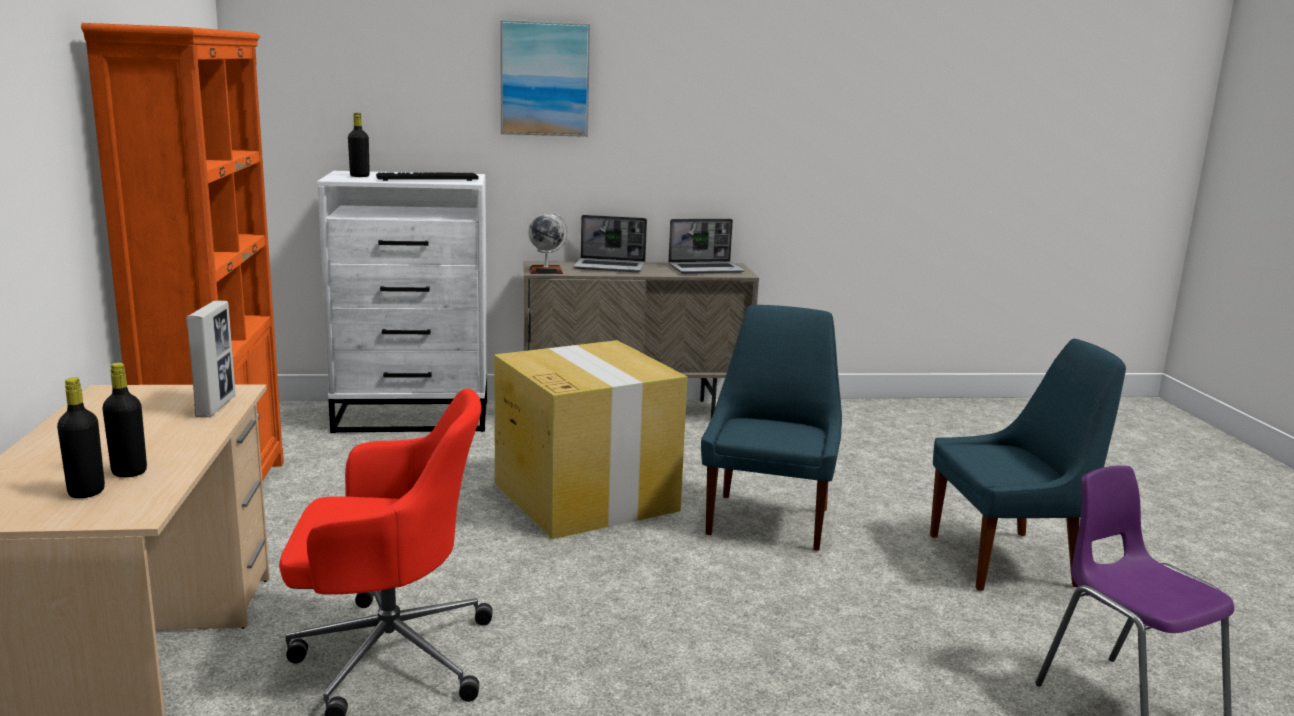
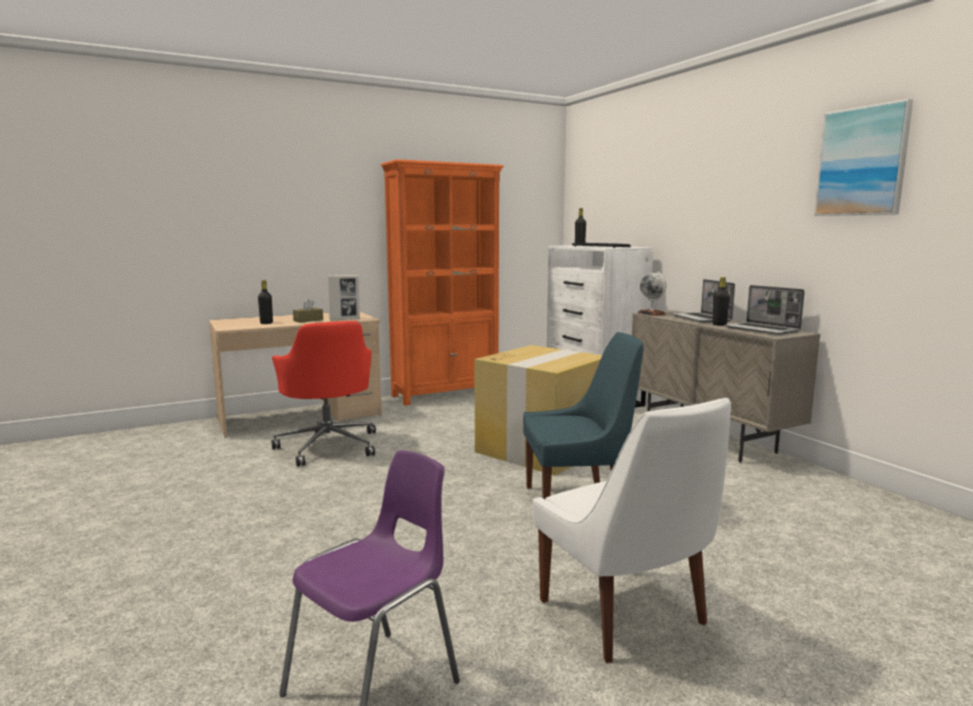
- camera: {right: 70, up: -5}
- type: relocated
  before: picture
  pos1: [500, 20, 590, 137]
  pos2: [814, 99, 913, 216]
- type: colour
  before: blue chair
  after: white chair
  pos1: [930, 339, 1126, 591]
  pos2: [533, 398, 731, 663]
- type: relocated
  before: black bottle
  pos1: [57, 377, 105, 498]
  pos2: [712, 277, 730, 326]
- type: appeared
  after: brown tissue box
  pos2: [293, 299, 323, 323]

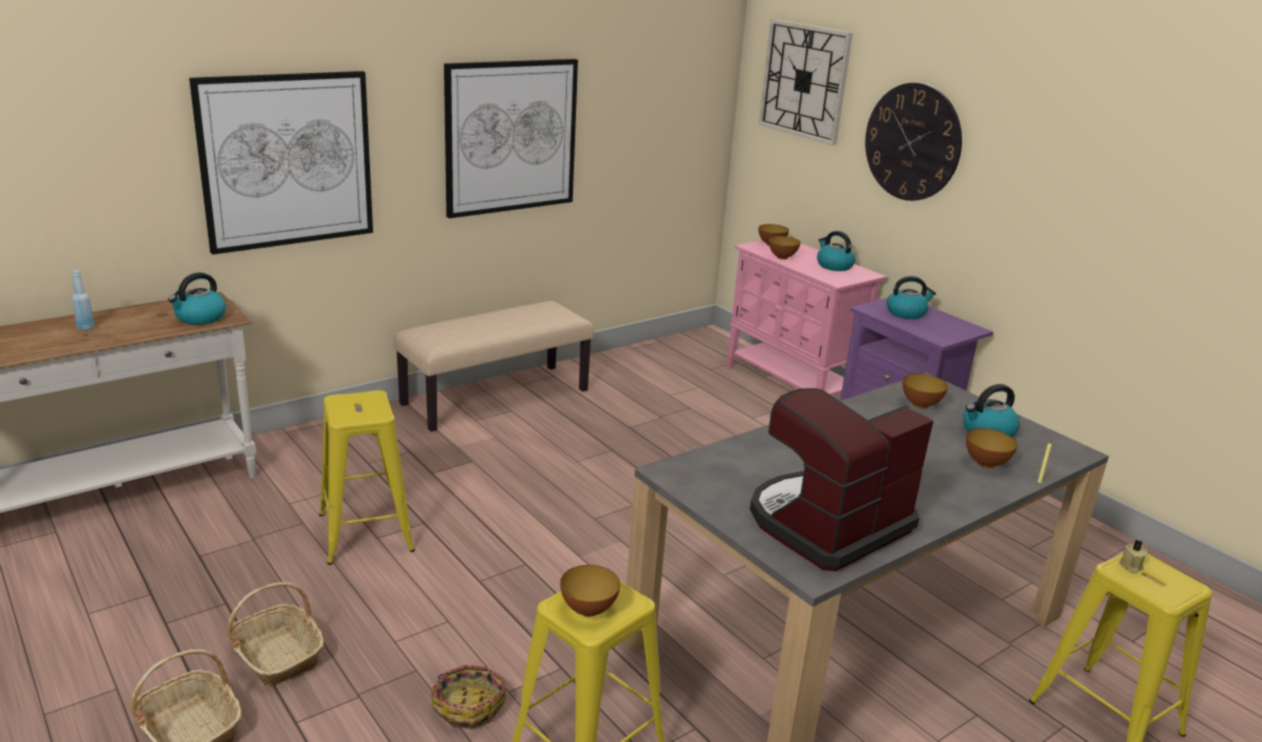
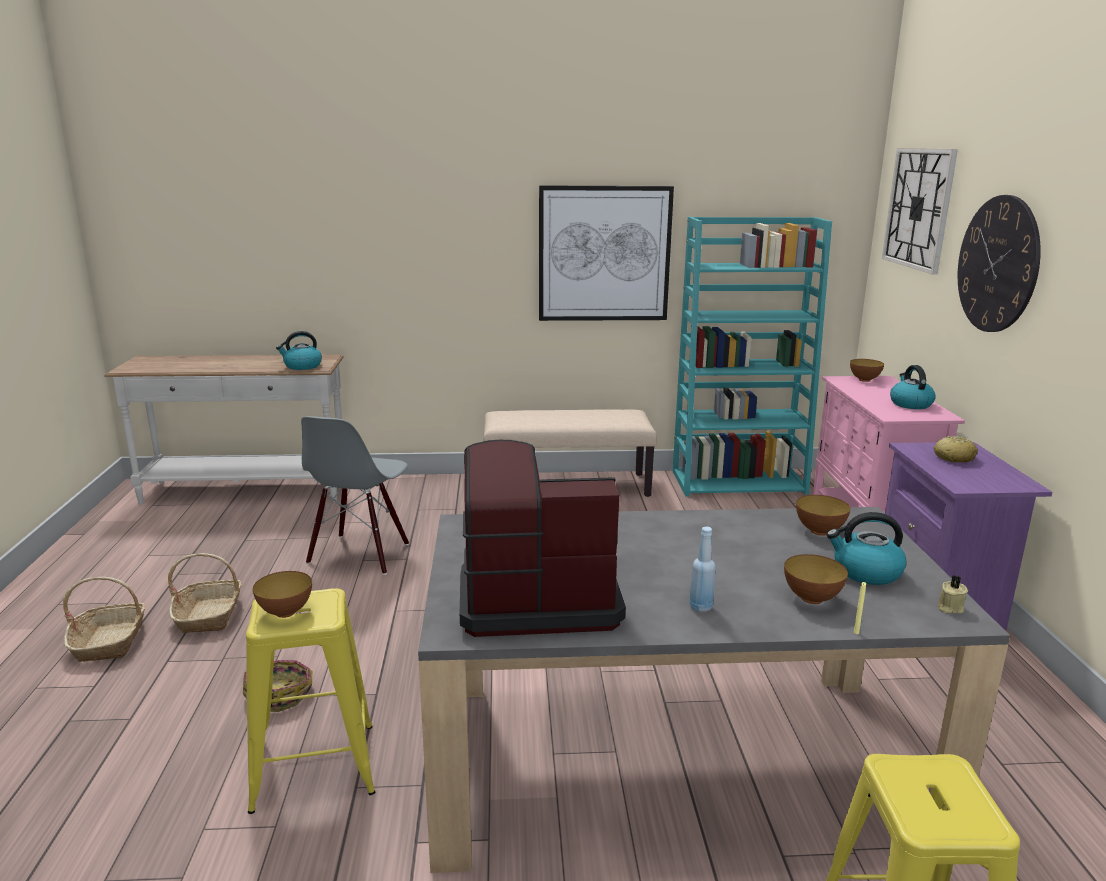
- camera: {right: 35, up: -5}
- type: missing
  before: picture
  pos1: [189, 71, 373, 255]
- type: missing
  before: bowl
  pos1: [769, 236, 800, 259]
- type: relocated
  before: blue bottle
  pos1: [72, 270, 95, 330]
  pos2: [689, 527, 716, 612]
- type: exchanged
  before: kettle
  after: bread
  pos1: [887, 276, 936, 319]
  pos2: [934, 436, 978, 462]
- type: exchanged
  before: yellow stool
  after: grey chair
  pos1: [319, 390, 415, 565]
  pos2: [301, 416, 409, 575]
- type: relocated
  before: beige candle
  pos1: [1119, 540, 1148, 573]
  pos2: [938, 575, 968, 614]
- type: appeared
  after: turquoise bookcase
  pos2: [673, 217, 832, 497]

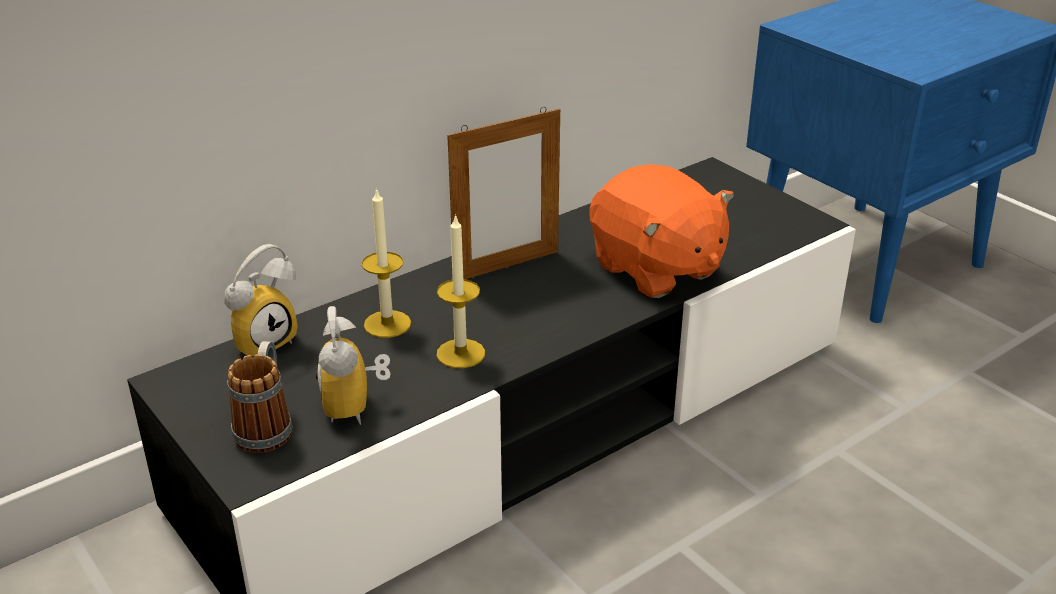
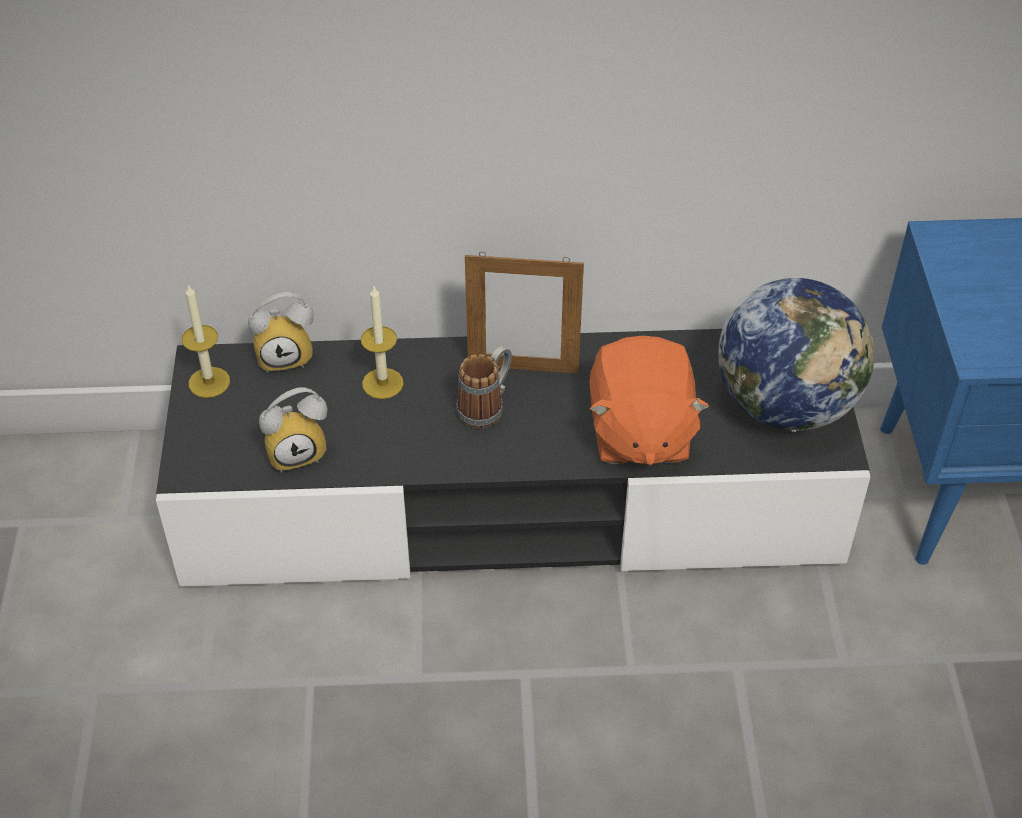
- camera: {right: 35, up: 15}
- type: relocated
  before: candle
  pos1: [436, 214, 485, 368]
  pos2: [182, 284, 230, 398]
- type: spun
  before: alarm clock
  pos1: [316, 306, 390, 425]
  pos2: [259, 387, 327, 472]
  turn: -135
- type: relocated
  before: mug
  pos1: [227, 341, 293, 453]
  pos2: [456, 346, 512, 428]
- type: appeared
  after: globe
  pos2: [718, 278, 874, 432]

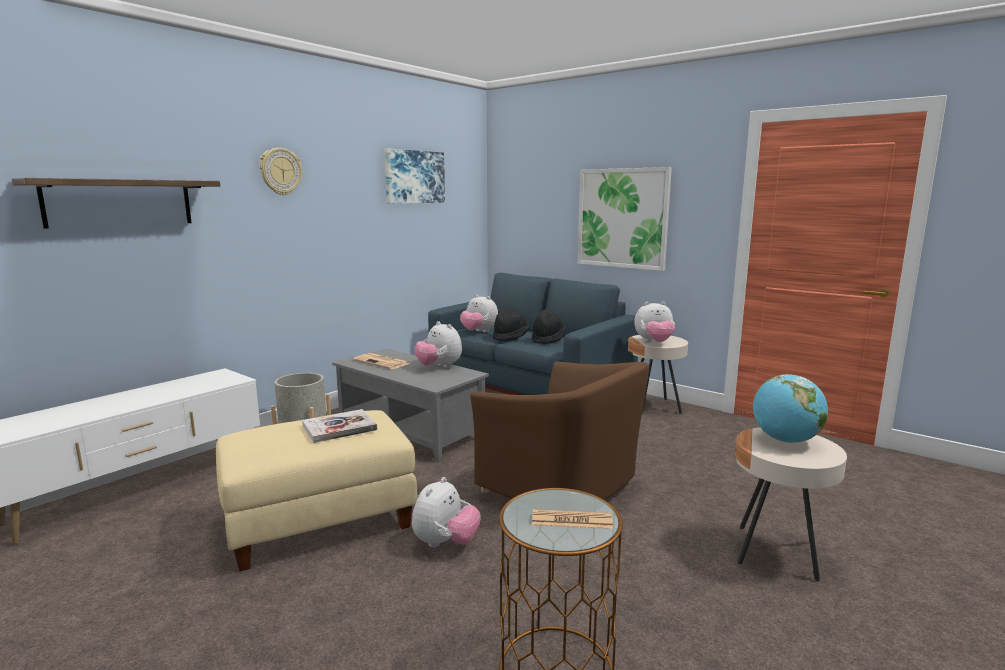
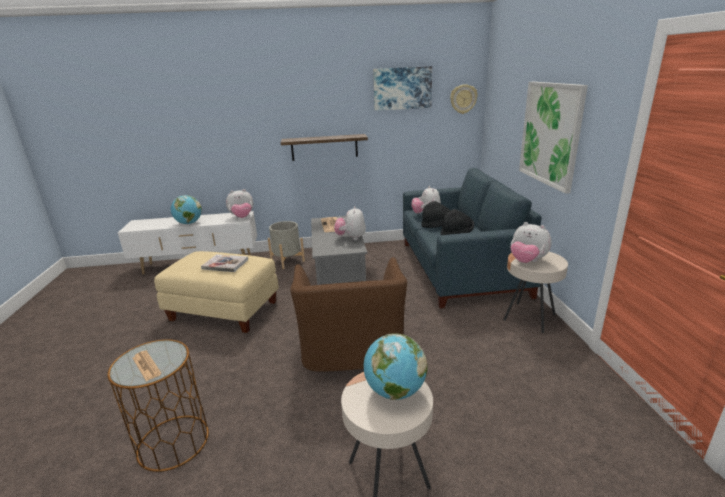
- camera: {right: 45, up: 10}
- type: relocated
  before: wall clock
  pos1: [259, 148, 302, 195]
  pos2: [450, 84, 478, 114]
- type: relocated
  before: shelf
  pos1: [12, 178, 220, 229]
  pos2: [281, 134, 368, 161]
- type: relocated
  before: plush toy
  pos1: [412, 477, 481, 548]
  pos2: [226, 189, 253, 218]
- type: appeared
  after: globe
  pos2: [171, 195, 202, 224]

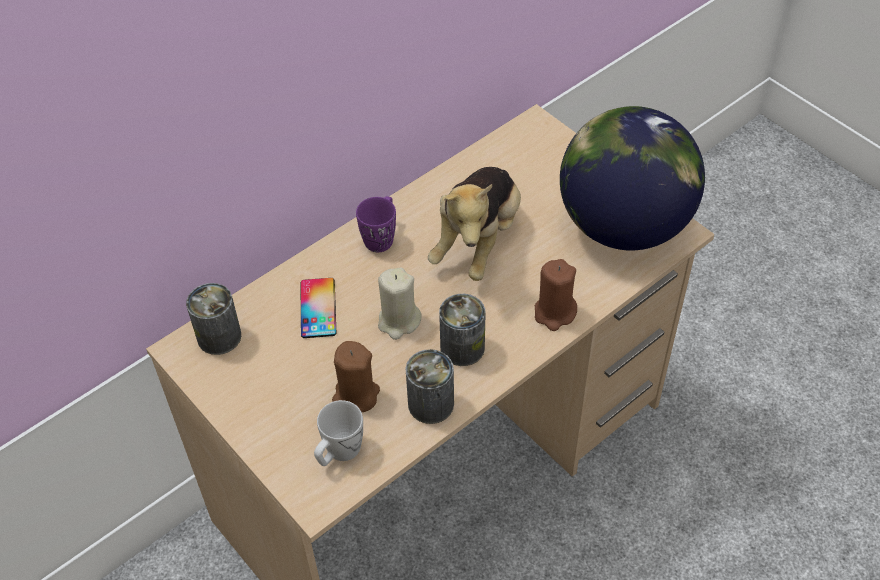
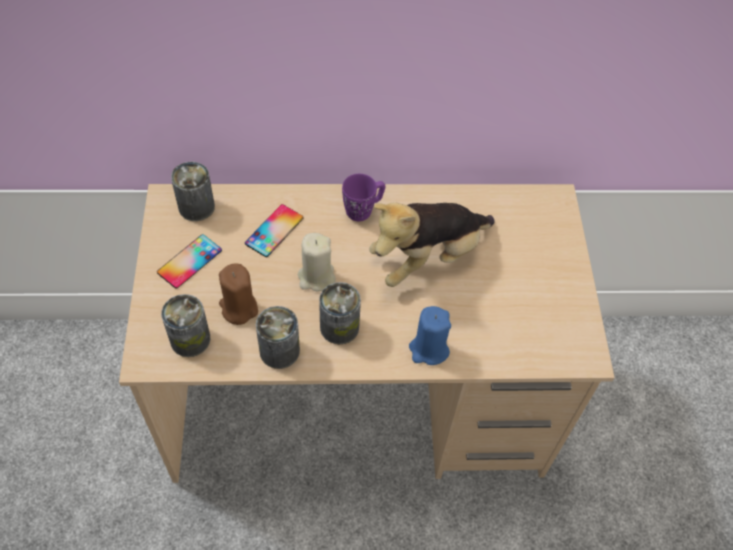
- camera: {right: 35, up: 5}
- type: missing
  before: globe
  pos1: [560, 106, 705, 250]
- type: colour
  before: brown candle
  after: blue candle
  pos1: [535, 259, 577, 331]
  pos2: [409, 306, 451, 365]
- type: exchanged
  before: white mug
  after: can
  pos1: [314, 400, 363, 466]
  pos2: [161, 294, 210, 357]
- type: appeared
  after: phone
  pos2: [157, 234, 222, 289]

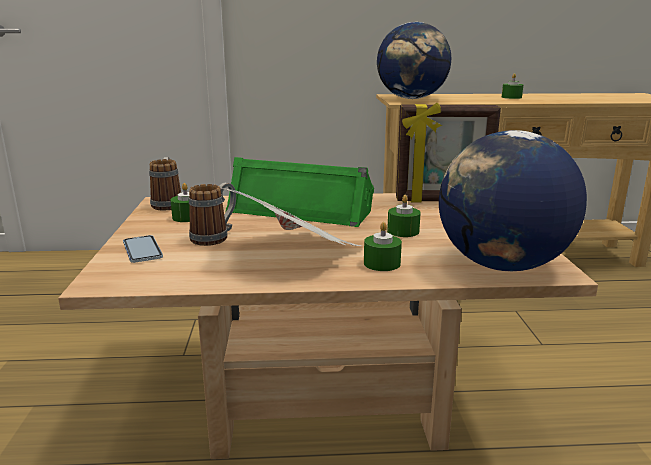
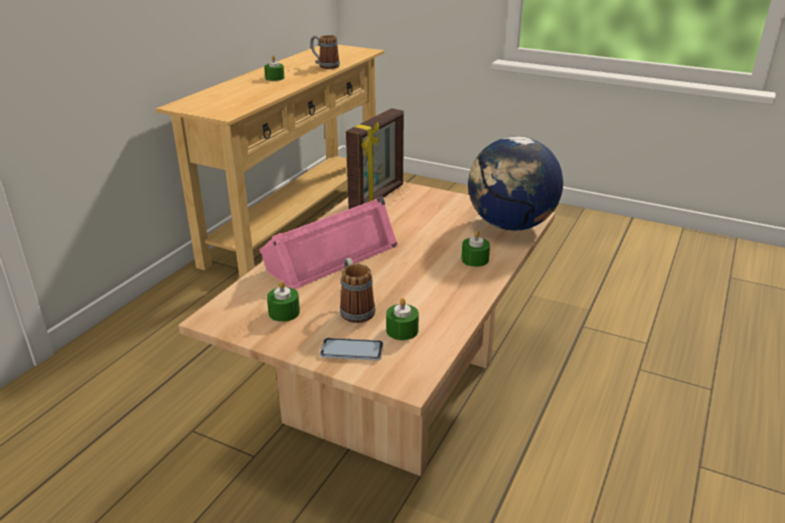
- camera: {right: -60, up: 10}
- type: missing
  before: globe
  pos1: [377, 22, 451, 99]
- type: relocated
  before: mug
  pos1: [149, 157, 181, 210]
  pos2: [310, 35, 340, 69]
- type: colour
  before: green speaker
  after: pink speaker
  pos1: [226, 157, 374, 227]
  pos2: [260, 196, 398, 290]
- type: missing
  before: newspaper
  pos1: [220, 188, 362, 246]
- type: relocated
  before: green candle
  pos1: [387, 195, 421, 237]
  pos2: [386, 298, 419, 340]

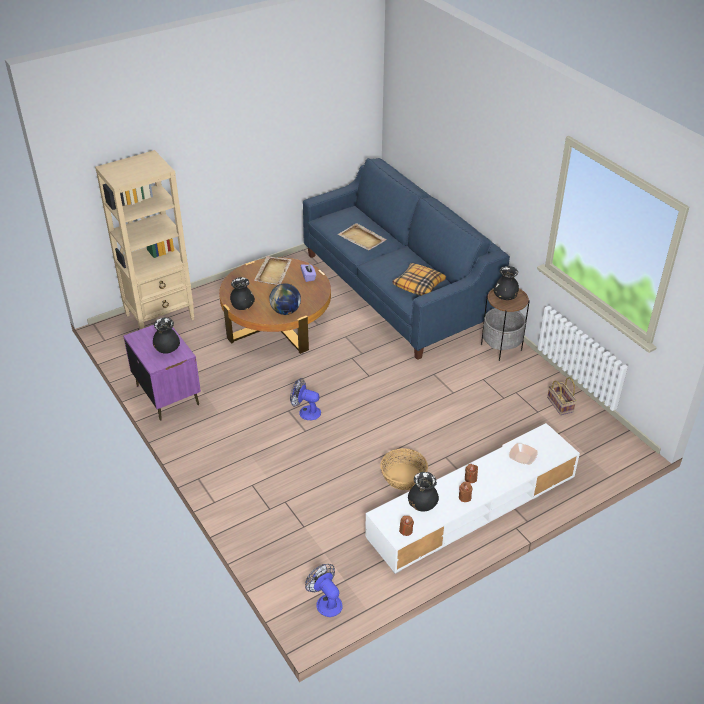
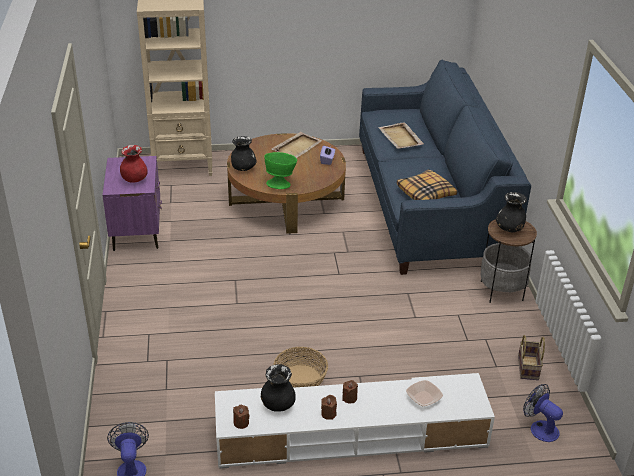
- camera: {right: 25, up: -5}
- type: exchanged
  before: globe
  after: green bowl
  pos1: [269, 283, 301, 315]
  pos2: [264, 152, 297, 189]
- type: colour
  before: black vase
  after: red vase
  pos1: [153, 318, 180, 354]
  pos2: [120, 145, 148, 183]
- type: relocated
  before: fan
  pos1: [290, 378, 321, 420]
  pos2: [523, 384, 563, 442]

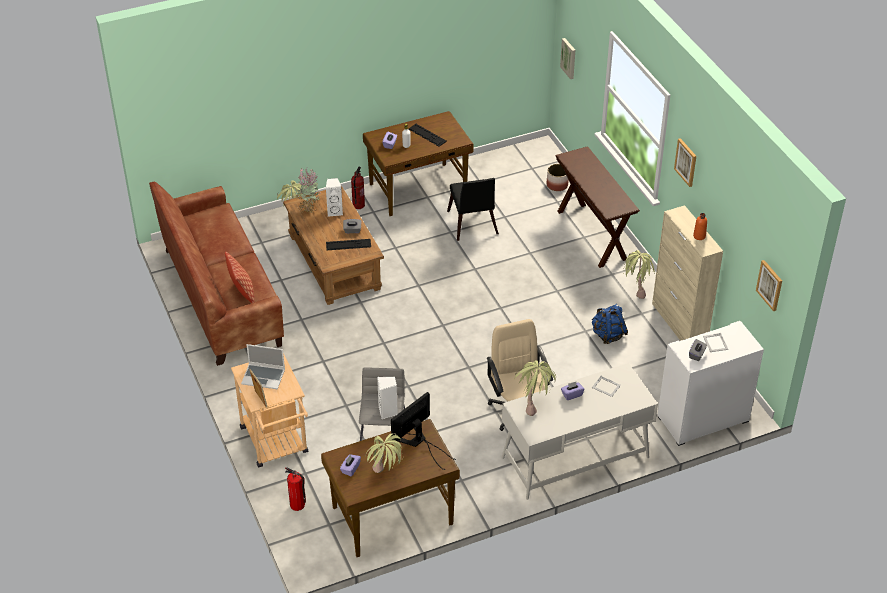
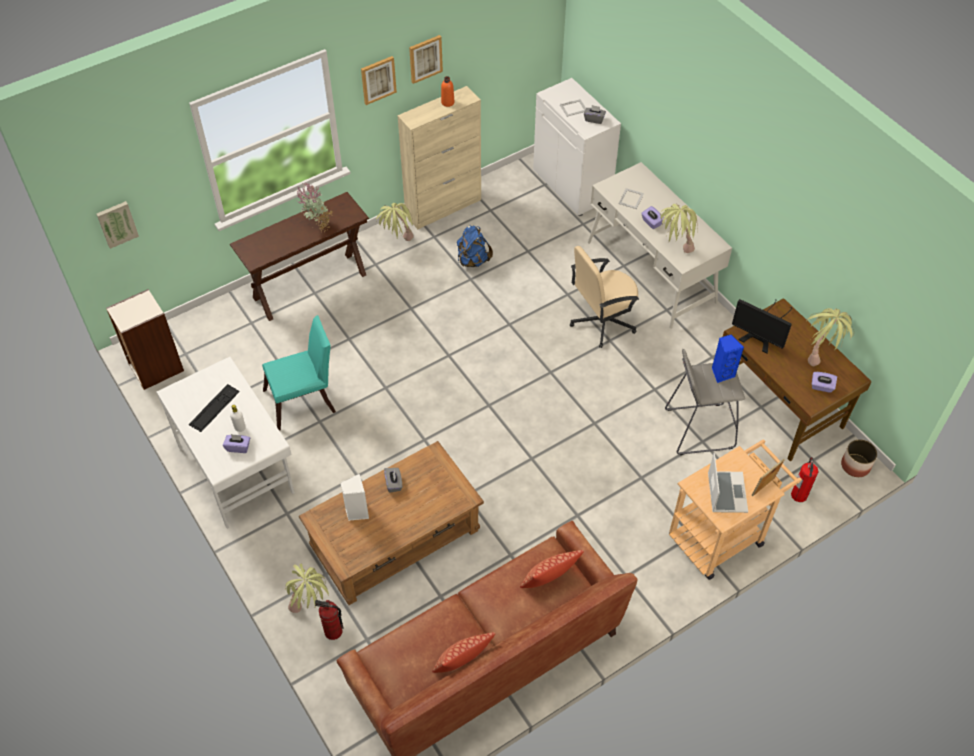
- camera: {right: -100, up: 10}
- type: colour
  before: brown desk
  after: white desk
  pos1: [363, 111, 474, 216]
  pos2: [156, 357, 295, 529]
- type: relocated
  before: planter
  pos1: [547, 164, 569, 191]
  pos2: [841, 439, 877, 477]
- type: relocated
  before: potted plant
  pos1: [295, 167, 321, 213]
  pos2: [296, 183, 333, 232]
- type: relocated
  before: fire extinguisher
  pos1: [351, 167, 365, 209]
  pos2: [315, 600, 344, 640]
- type: colour
  before: black chair
  after: turquoise chair
  pos1: [447, 178, 499, 241]
  pos2: [262, 315, 336, 431]
- type: missing
  before: keyboard
  pos1: [326, 239, 371, 250]
- type: relocated
  before: picture
  pos1: [756, 260, 782, 311]
  pos2: [409, 35, 443, 84]
- type: colour
  before: white speaker
  after: blue speaker
  pos1: [377, 377, 398, 419]
  pos2: [712, 334, 744, 383]
- type: appeared
  after: bookcase
  pos2: [106, 289, 184, 390]
- type: appeared
  after: pillow
  pos2: [432, 632, 495, 673]

